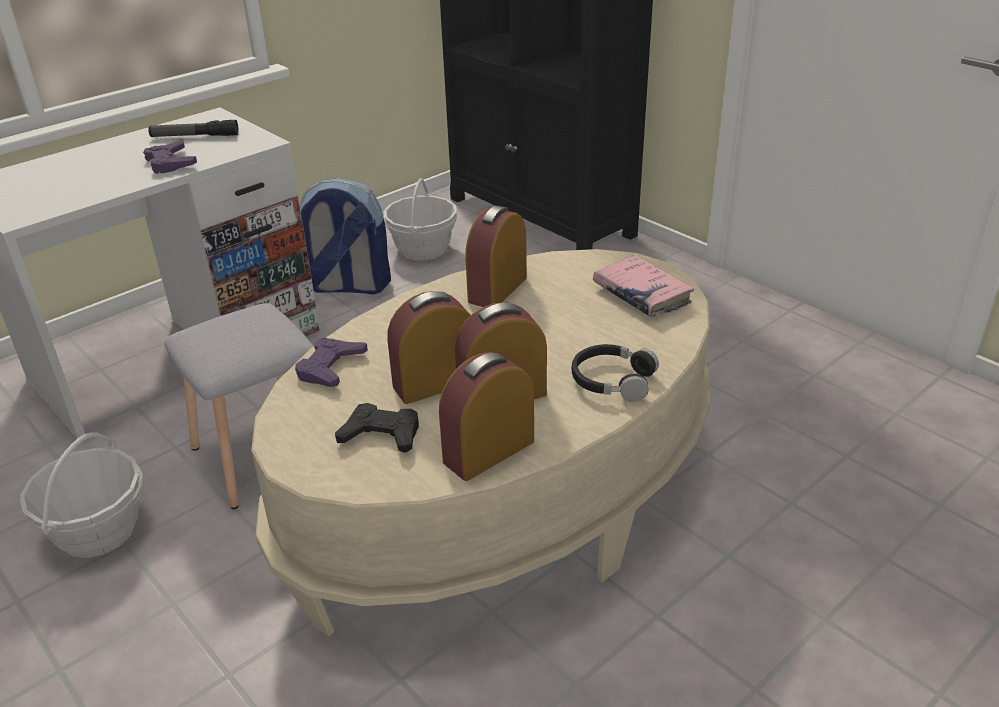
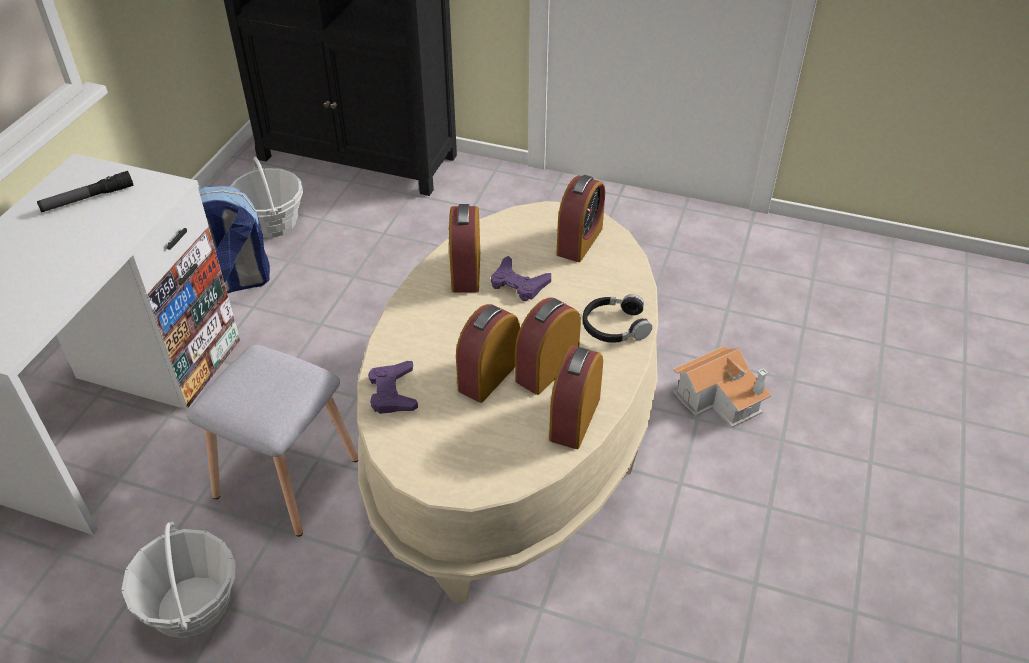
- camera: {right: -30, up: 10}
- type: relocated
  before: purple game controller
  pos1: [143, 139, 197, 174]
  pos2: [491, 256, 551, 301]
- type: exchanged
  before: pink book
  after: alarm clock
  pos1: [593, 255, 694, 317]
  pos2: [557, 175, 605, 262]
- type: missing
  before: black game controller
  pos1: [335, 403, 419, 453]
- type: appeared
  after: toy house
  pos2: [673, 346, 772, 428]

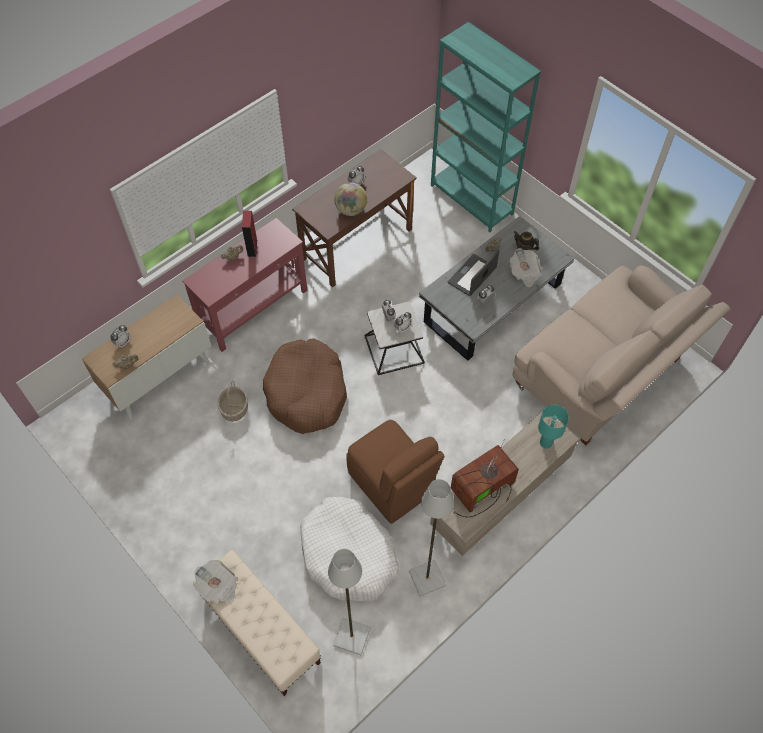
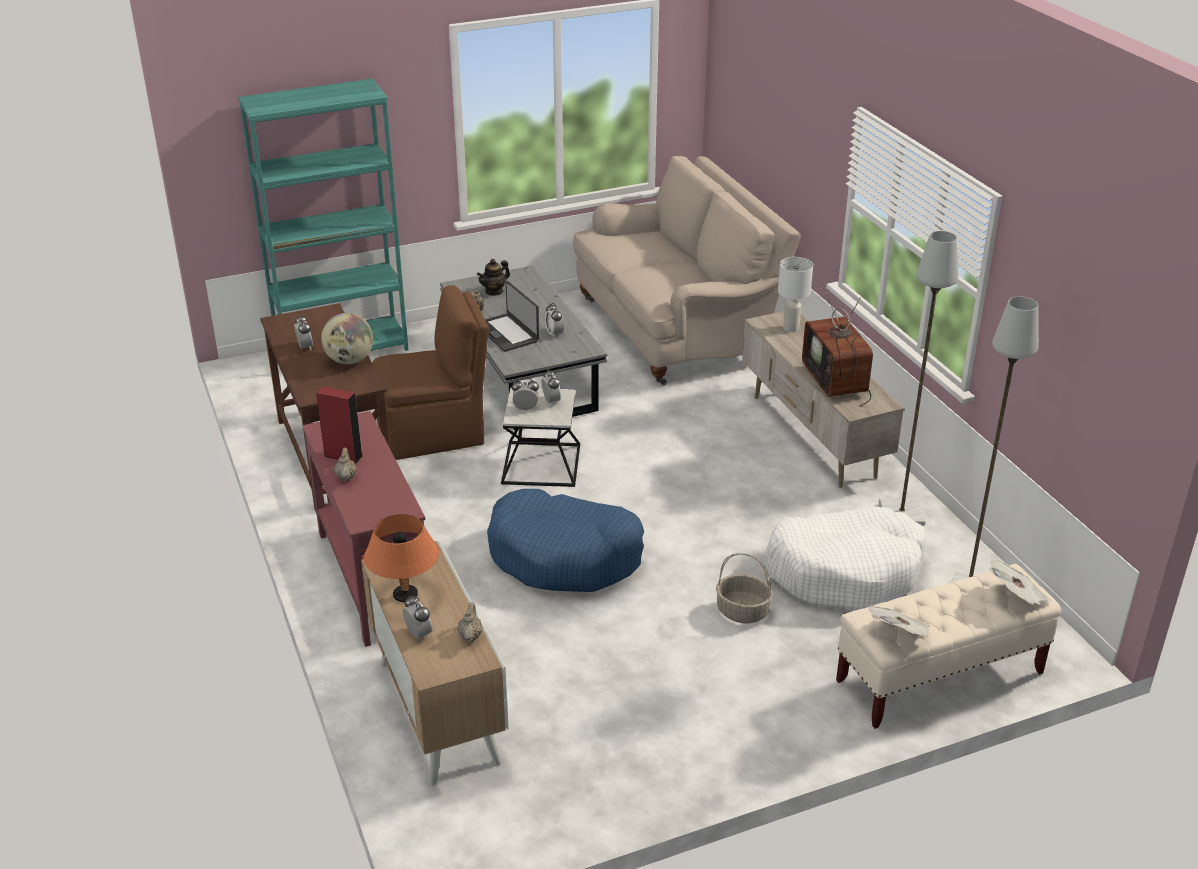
- camera: {right: -70, up: -25}
- type: relocated
  before: newspaper
  pos1: [510, 248, 542, 287]
  pos2: [989, 560, 1051, 605]
- type: colour
  before: brown dog bed
  after: blue dog bed
  pos1: [263, 338, 347, 434]
  pos2: [487, 489, 644, 592]
- type: relocated
  before: basket
  pos1: [218, 380, 248, 422]
  pos2: [716, 553, 773, 623]
- type: colour
  before: turquoise table lamp
  after: white table lamp
  pos1: [538, 405, 569, 449]
  pos2: [778, 257, 813, 332]
- type: relocated
  before: brown chair
  pos1: [346, 420, 445, 524]
  pos2: [372, 285, 489, 460]
- type: appeared
  after: orange table lamp
  pos2: [364, 514, 439, 602]

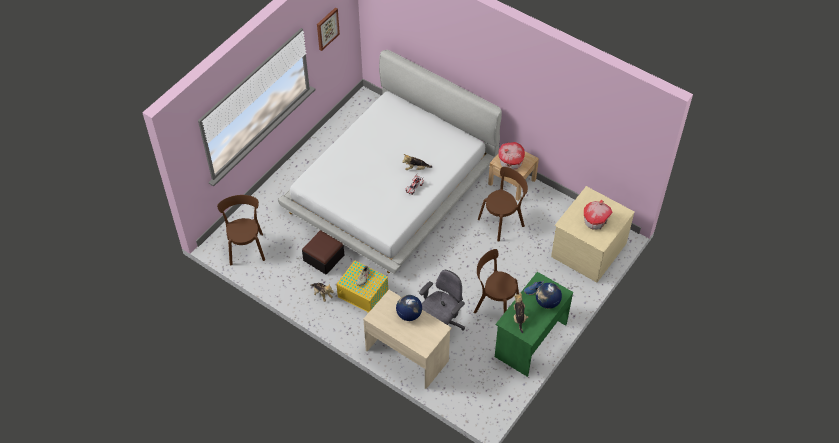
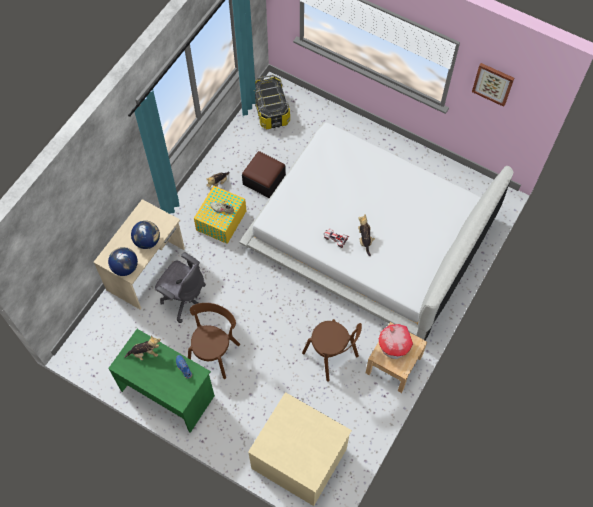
- camera: {right: 85, up: 10}
- type: exchanged
  before: brown chair
  after: storage box
  pos1: [217, 195, 265, 265]
  pos2: [254, 75, 290, 129]
- type: missing
  before: toy house
  pos1: [584, 200, 613, 230]
- type: relocated
  before: globe
  pos1: [536, 283, 562, 309]
  pos2: [108, 247, 138, 276]

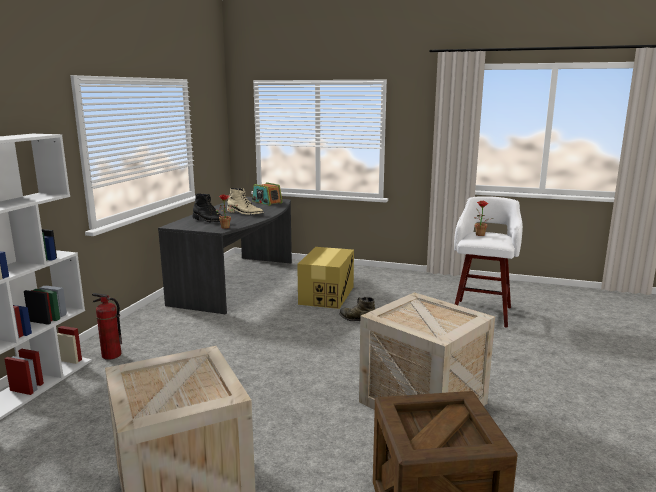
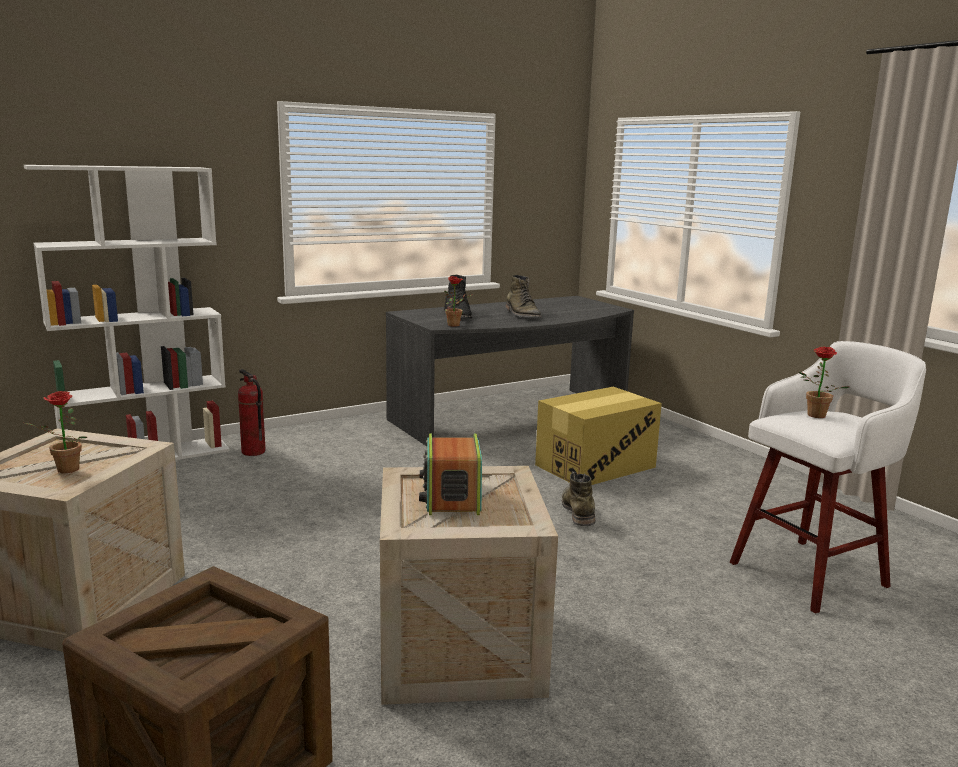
- camera: {right: 40, up: 0}
- type: relocated
  before: radio
  pos1: [252, 182, 283, 206]
  pos2: [419, 433, 482, 515]
- type: colour
  before: beige boot
  after: green boot
  pos1: [227, 188, 264, 215]
  pos2: [505, 275, 542, 318]
- type: appeared
  after: potted plant
  pos2: [25, 391, 87, 473]

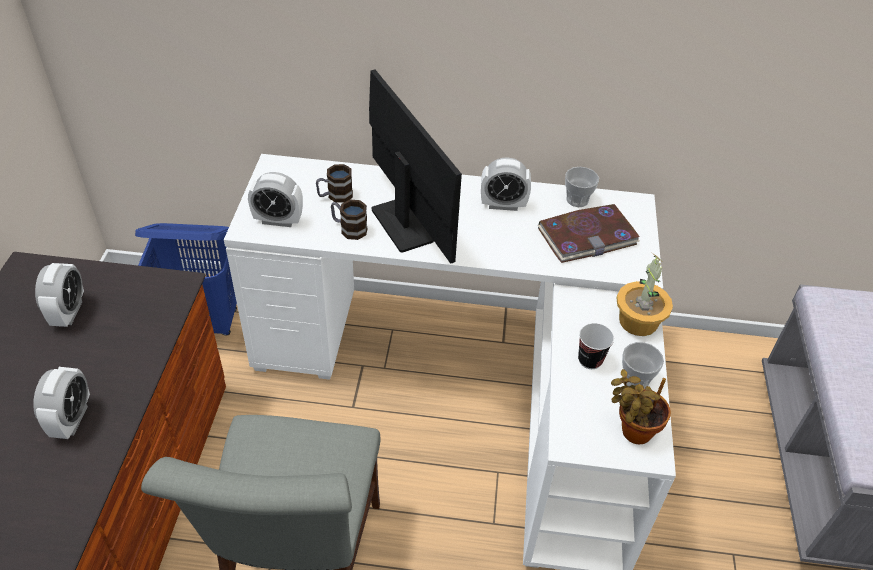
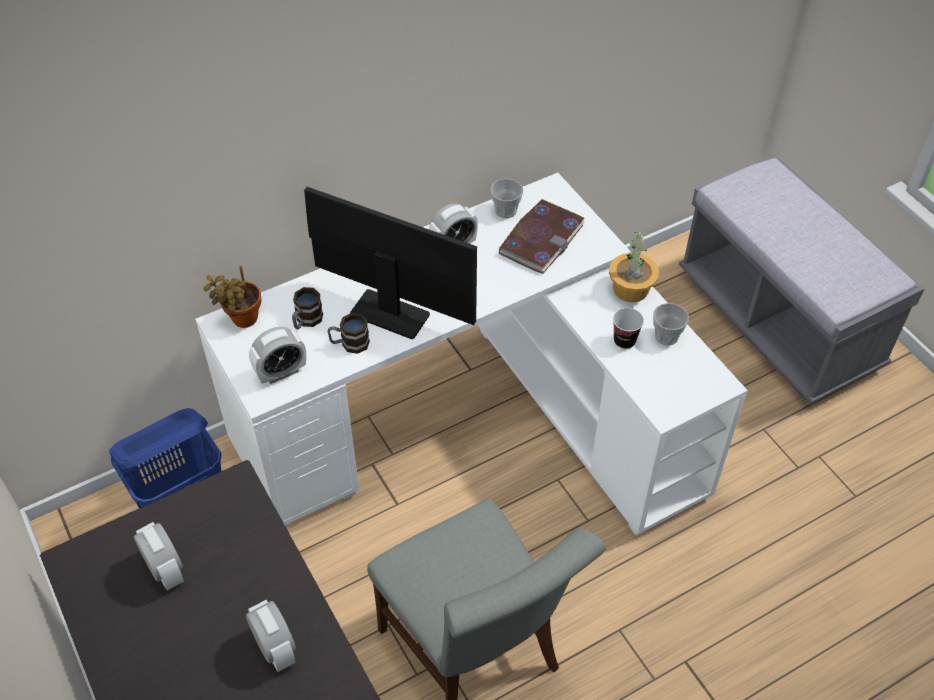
- camera: {right: -35, up: 5}
- type: relocated
  before: potted plant
  pos1: [611, 369, 671, 444]
  pos2: [204, 266, 262, 328]

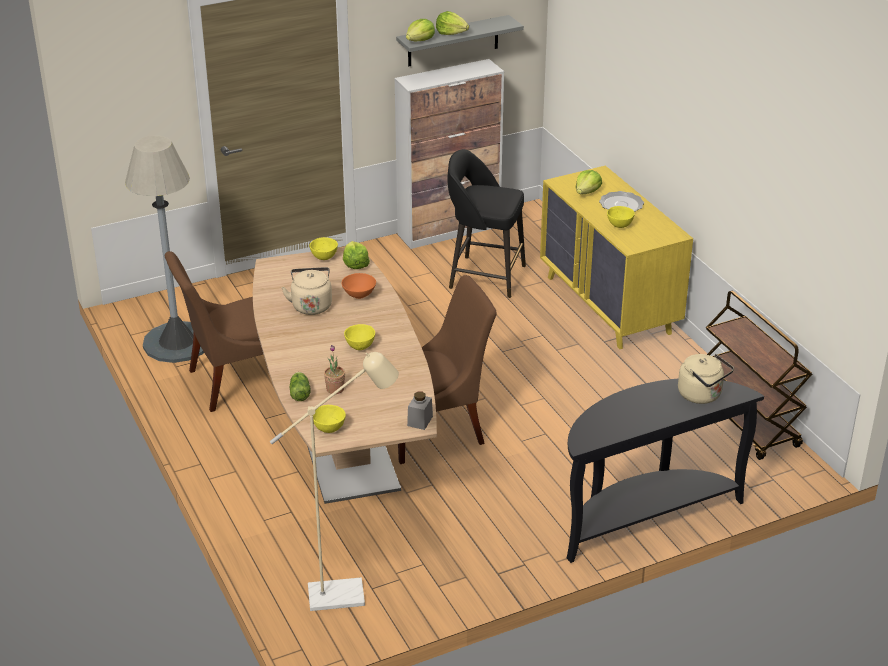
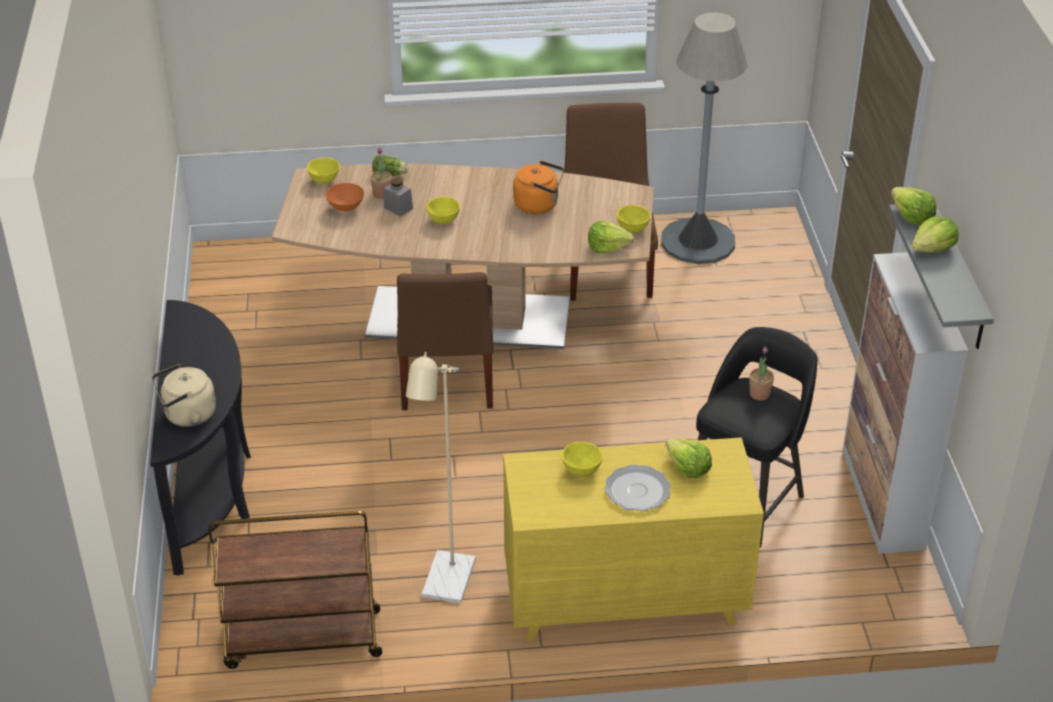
- camera: {right: 110, up: 5}
- type: colour
  before: beige kettle
  after: orange kettle
  pos1: [281, 267, 332, 315]
  pos2: [513, 161, 564, 214]
- type: relocated
  before: orange bowl
  pos1: [342, 273, 376, 299]
  pos2: [325, 183, 364, 212]
- type: relocated
  before: beige floor lamp
  pos1: [270, 352, 399, 611]
  pos2: [406, 352, 475, 604]
- type: relocated
  before: grey jar
  pos1: [407, 391, 433, 430]
  pos2: [384, 178, 413, 217]
- type: appeared
  after: potted plant
  pos2: [749, 346, 774, 401]

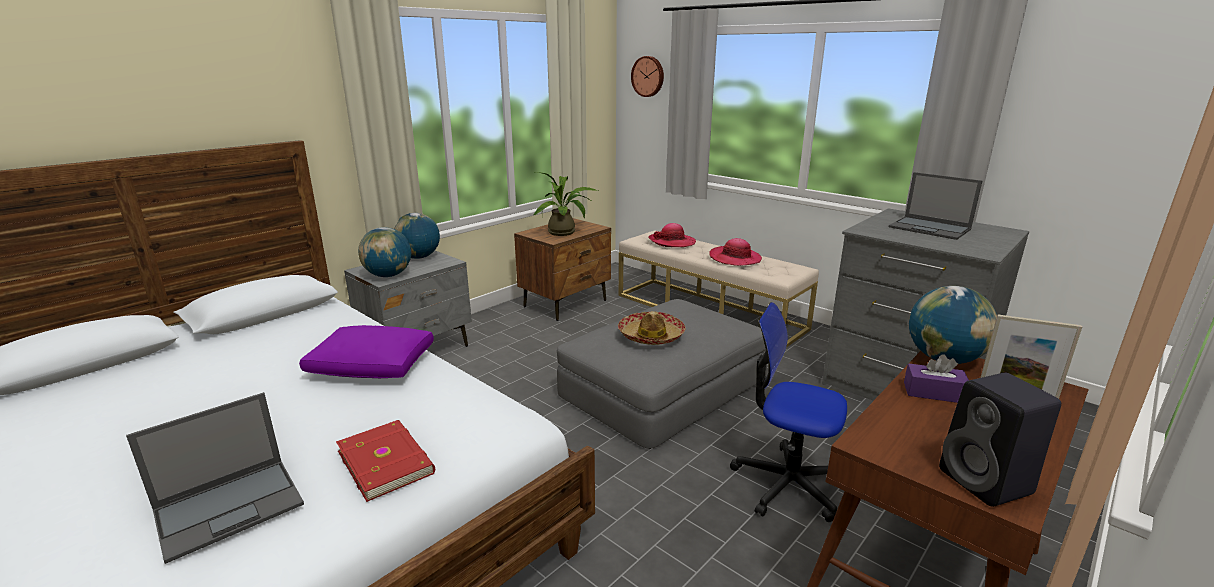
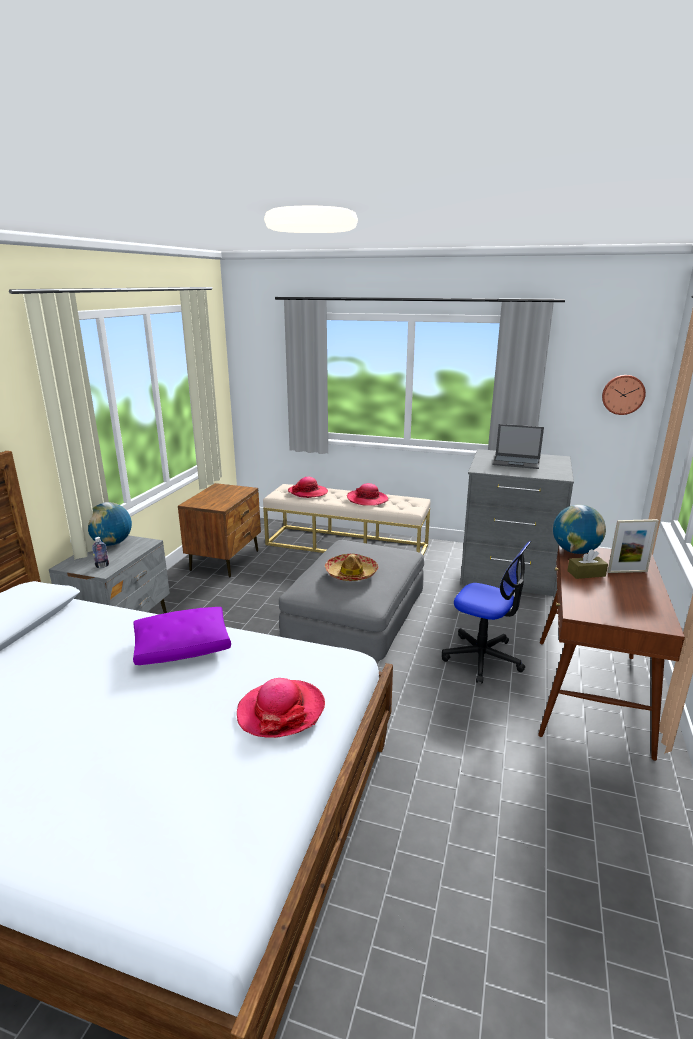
- camera: {right: -25, up: 0}
- type: relocated
  before: wall clock
  pos1: [631, 56, 664, 97]
  pos2: [602, 375, 646, 415]
- type: missing
  before: potted plant
  pos1: [533, 172, 598, 236]
- type: exchanged
  before: globe
  after: bottle
  pos1: [358, 227, 411, 277]
  pos2: [92, 537, 109, 568]
- type: spun
  before: office chair
  pos1: [730, 302, 847, 522]
  pos2: [442, 541, 531, 683]
  turn: -150
- type: colour
  before: purple tissue box
  after: brown tissue box
  pos1: [904, 354, 969, 403]
  pos2: [567, 549, 608, 579]
- type: missing
  before: black speaker
  pos1: [939, 373, 1061, 507]
- type: missing
  before: laptop
  pos1: [126, 392, 304, 564]
- type: exchanged
  before: red book
  after: hat
  pos1: [336, 420, 435, 502]
  pos2: [237, 678, 325, 738]

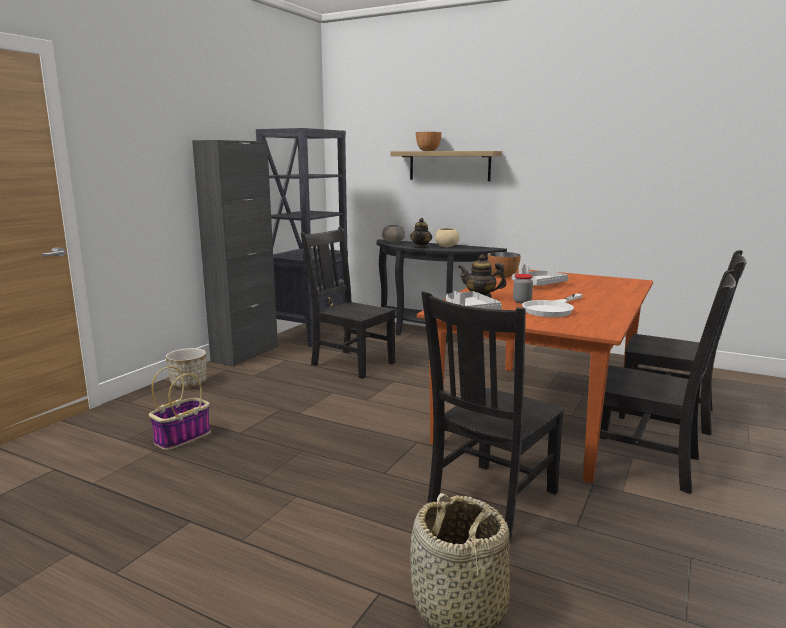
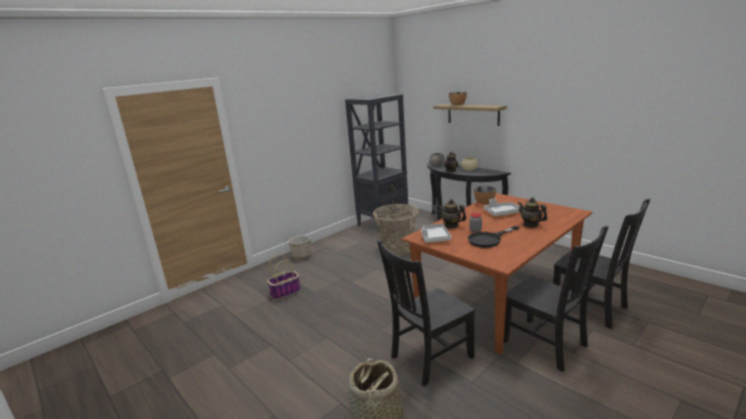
- camera: {right: 20, up: 5}
- type: missing
  before: black cabinet
  pos1: [192, 140, 278, 367]
- type: exchanged
  before: black chair
  after: basket
  pos1: [301, 227, 395, 379]
  pos2: [373, 204, 419, 256]
- type: colour
  before: white frying pan
  after: black frying pan
  pos1: [522, 293, 583, 317]
  pos2: [468, 226, 520, 248]
- type: appeared
  after: teapot
  pos2: [518, 197, 548, 228]

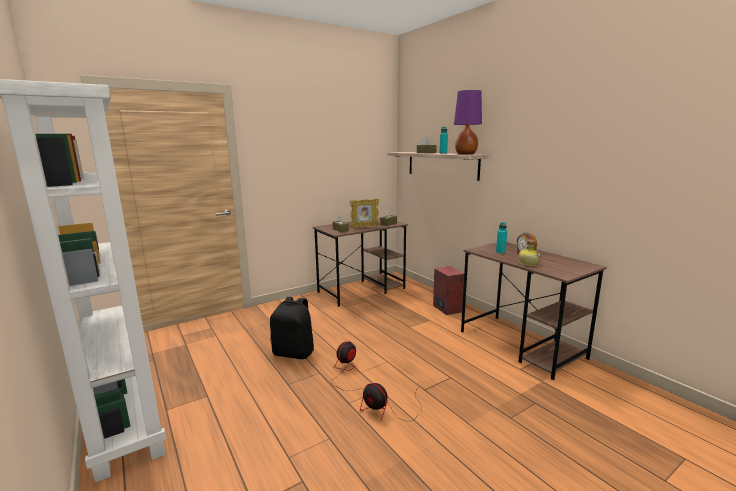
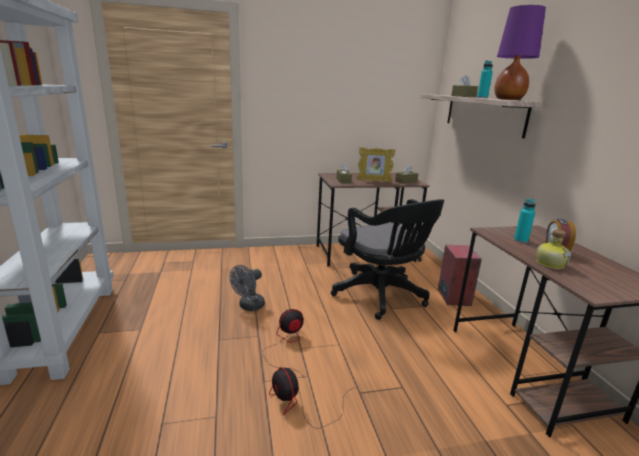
- camera: {right: 20, up: 5}
- type: exchanged
  before: black backpack
  after: grey fan
  pos1: [270, 297, 314, 359]
  pos2: [230, 265, 265, 311]
- type: appeared
  after: black office chair
  pos2: [331, 199, 444, 320]

